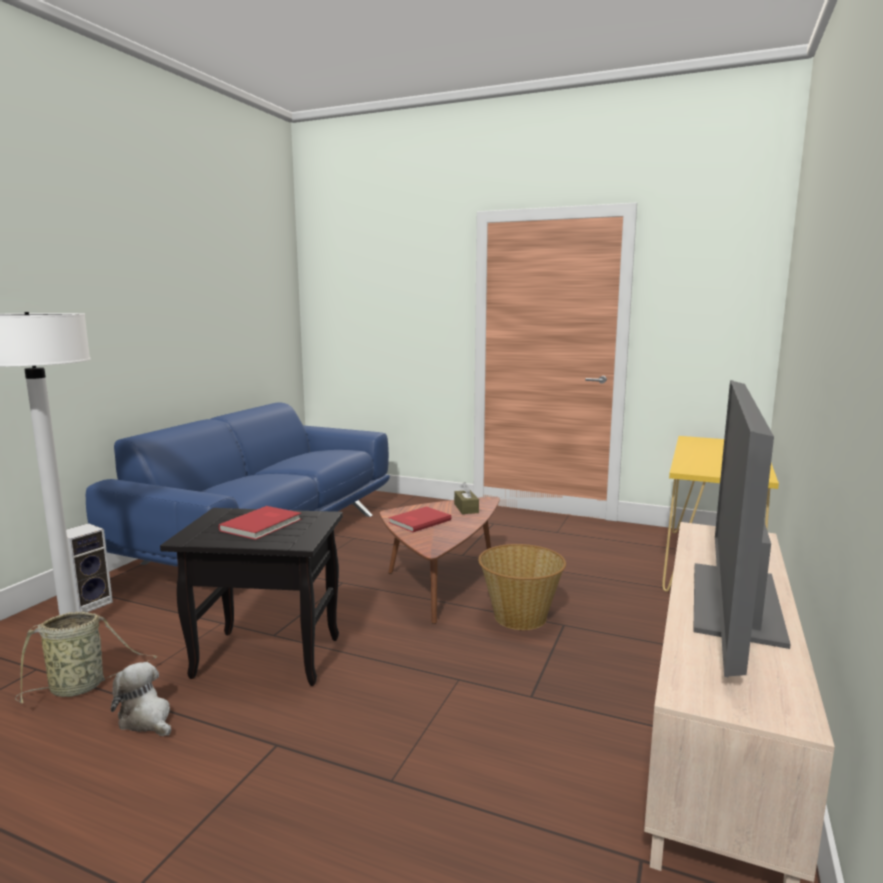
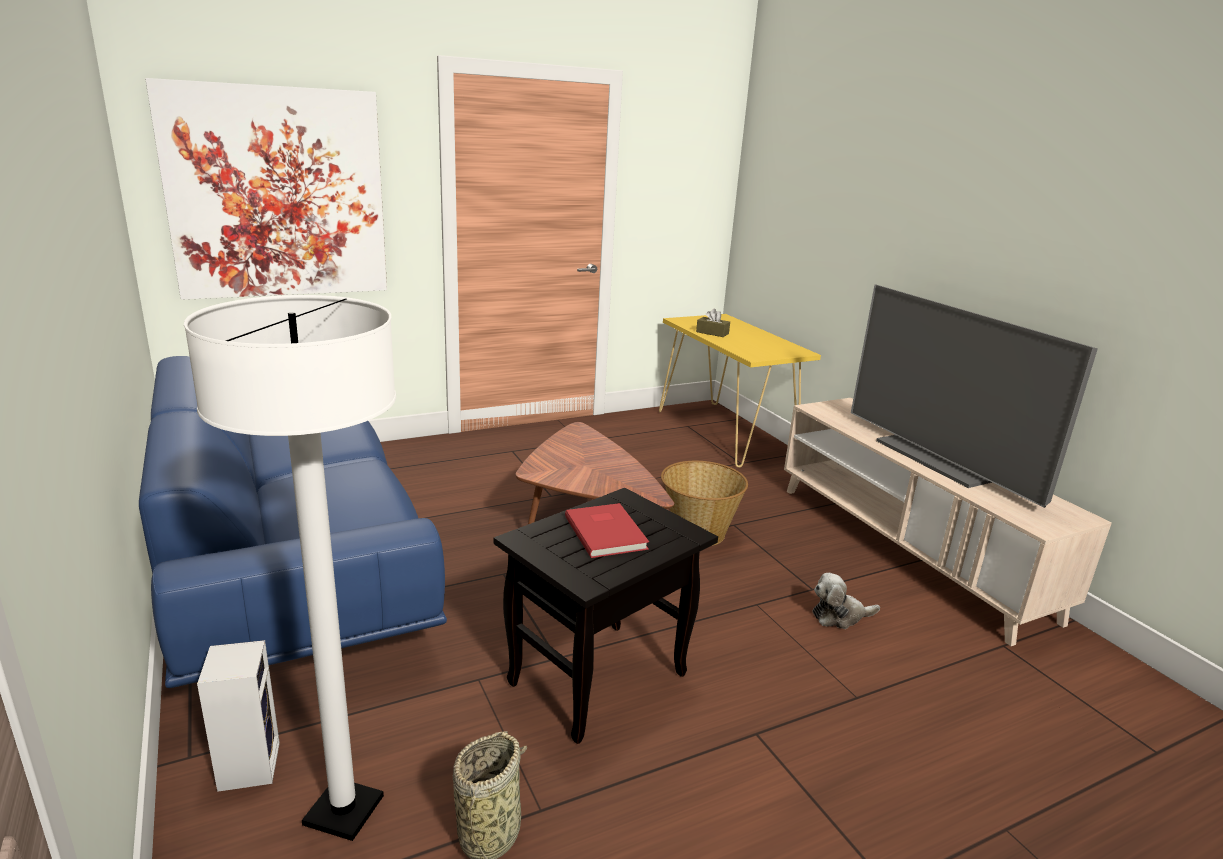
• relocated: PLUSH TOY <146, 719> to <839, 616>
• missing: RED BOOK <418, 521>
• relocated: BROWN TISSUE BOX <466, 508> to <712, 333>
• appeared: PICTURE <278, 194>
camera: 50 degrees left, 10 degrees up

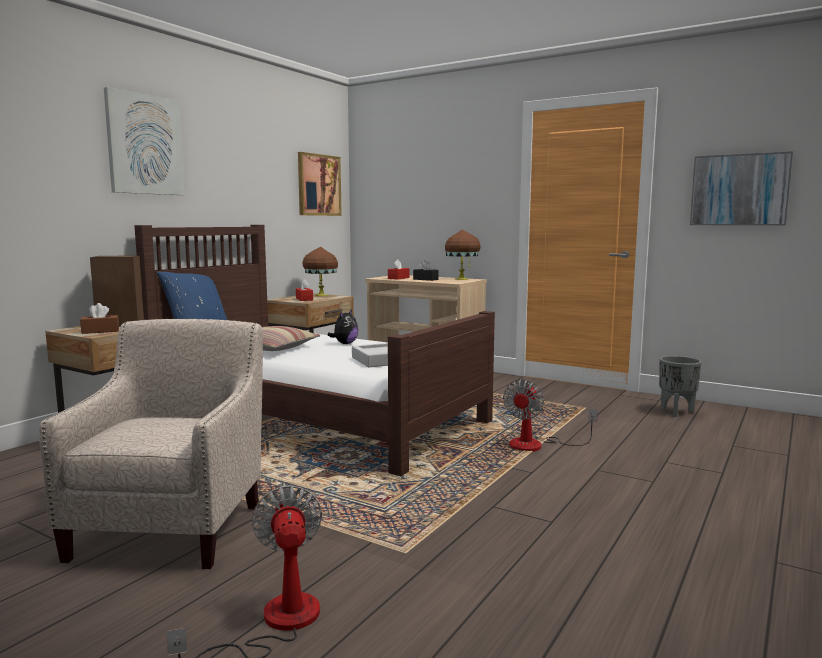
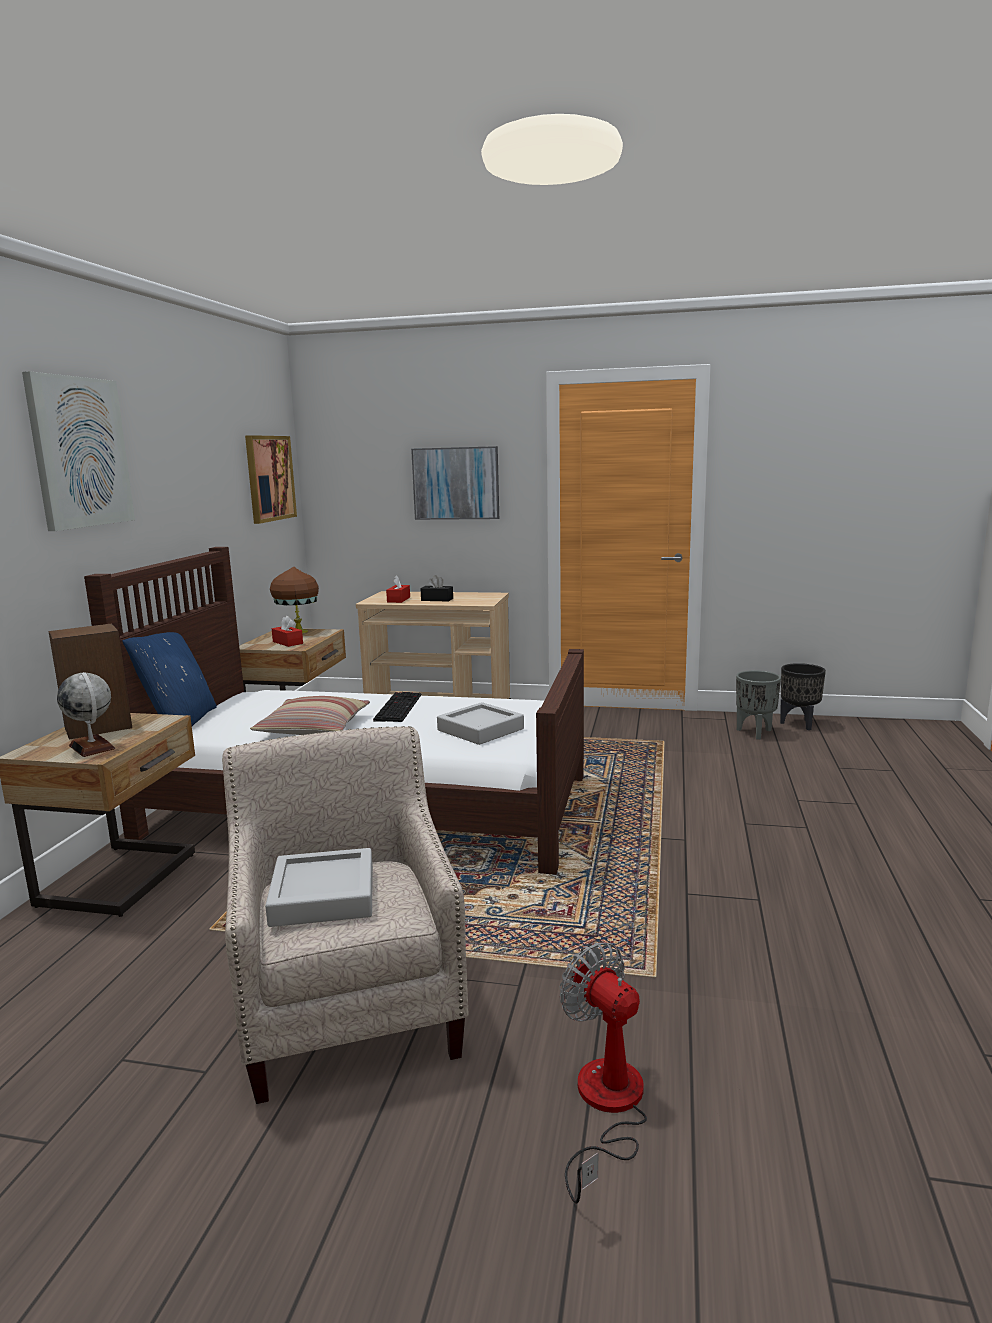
• exchanged: BROWN TISSUE BOX <100, 331> to GLOBE <92, 747>
• exchanged: PLUSH TOY <345, 343> to KEYBOARD <397, 707>
• missing: BROWN TABLE LAMP <462, 279>
• missing: FAN <537, 445>
• relocated: PICTURE <739, 190> to <456, 483>
• appeared: GREY TRAY <323, 896>
• appeared: BLACK PLANTER <799, 724>
camera: 20 degrees left, 5 degrees up

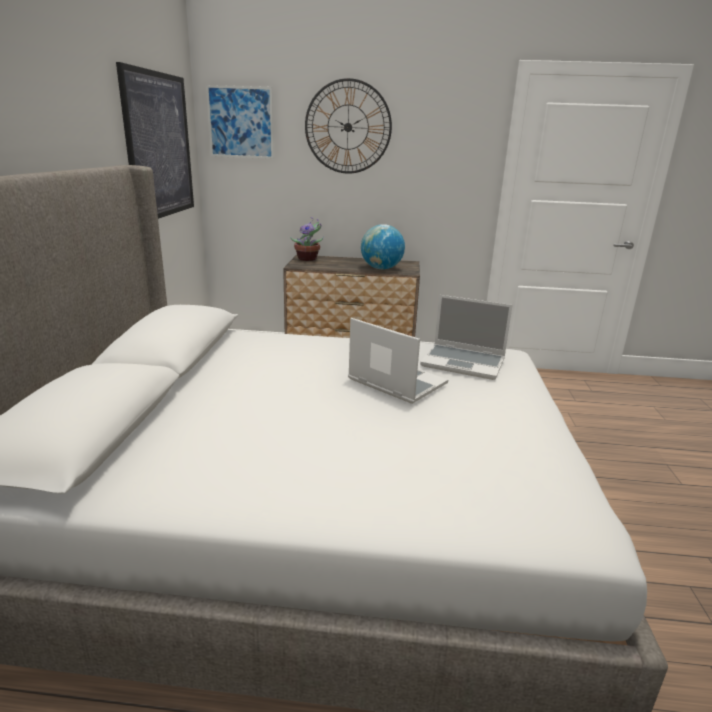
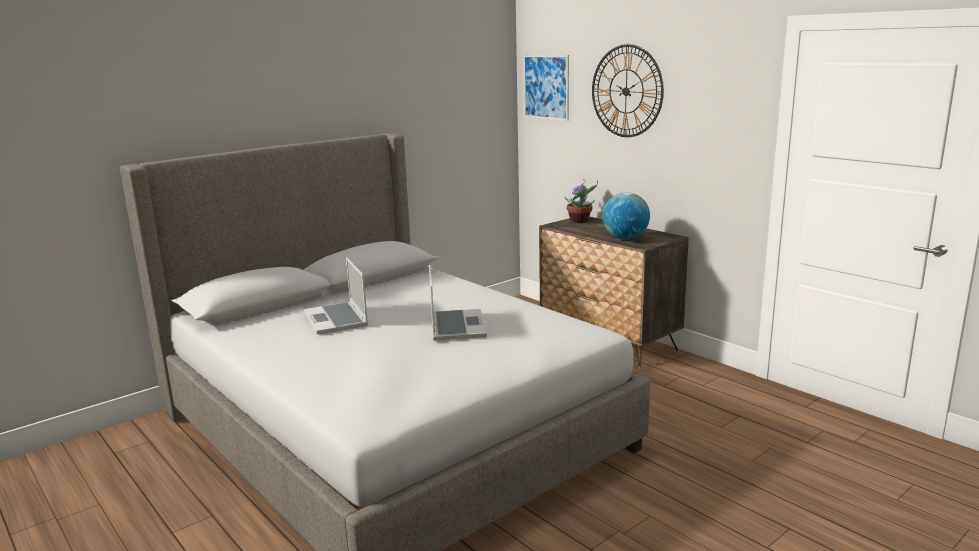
• missing: PICTURE <159, 146>
• relocated: LAPTOP <464, 363> to <337, 320>
camera: 45 degrees right, 5 degrees down

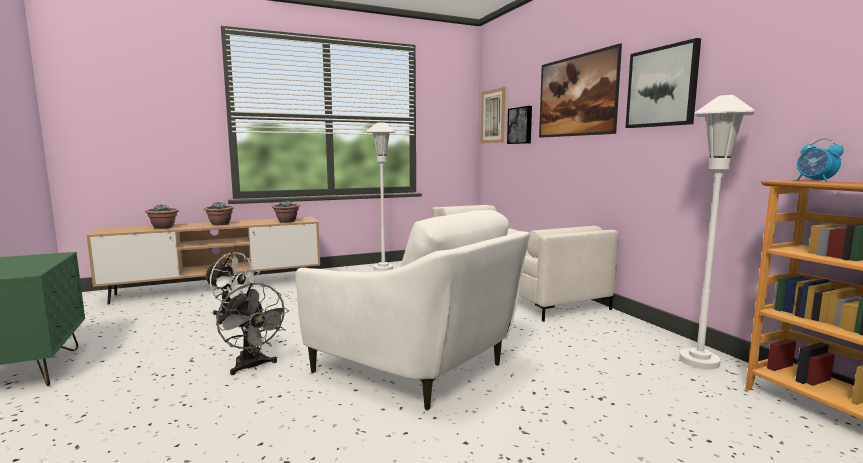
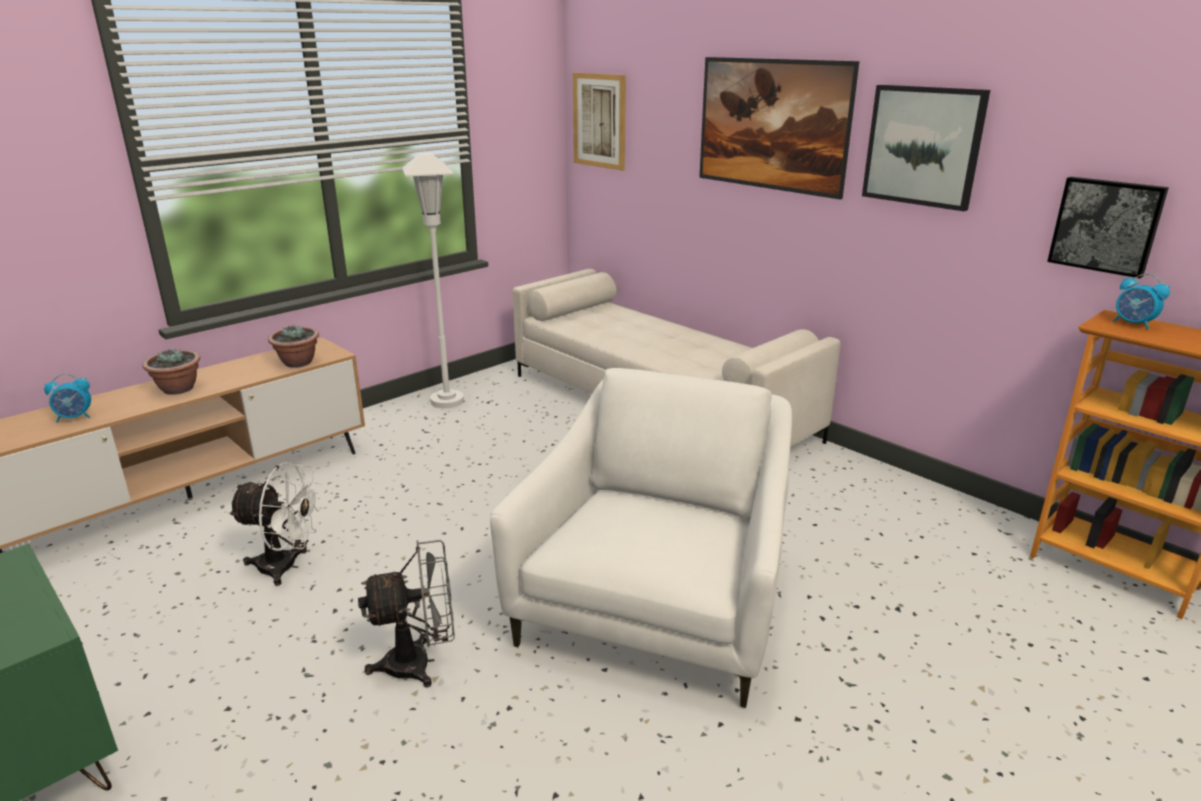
• exchanged: POTTED PLANT <164, 227> to ALARM CLOCK <75, 418>
• spun: GREY FAN <253, 366> = <420, 663> 45 degrees counterclockwise
• spun: WHITE ARMCHAIR <419, 367> = <657, 607> 90 degrees counterclockwise
• relocated: PICTURE <520, 125> to <1106, 225>
• missing: WHITE FLOOR LAMP <699, 361>
camera: 20 degrees left, 15 degrees up

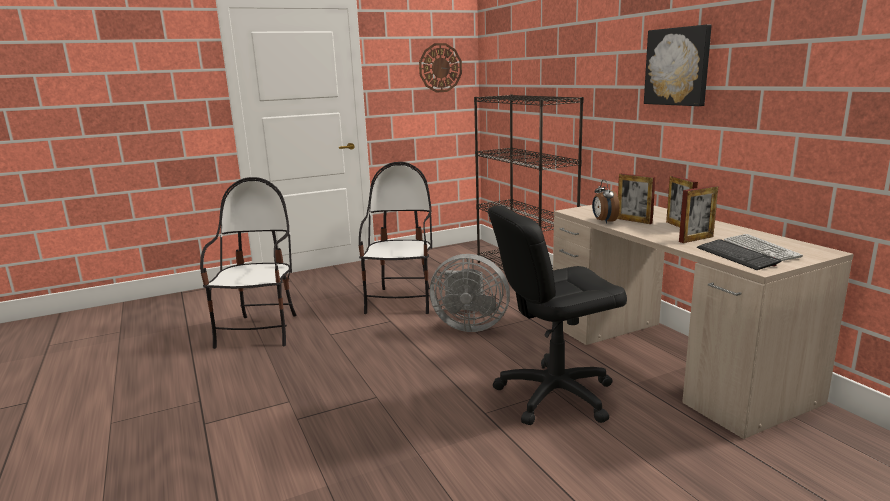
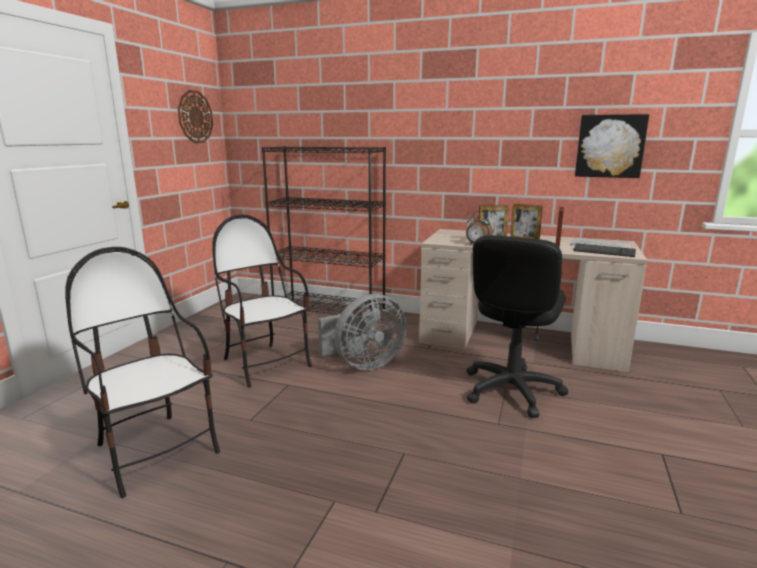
• relocated: PICTURE <678, 66> to <610, 146>
camera: 45 degrees left, 0 degrees up

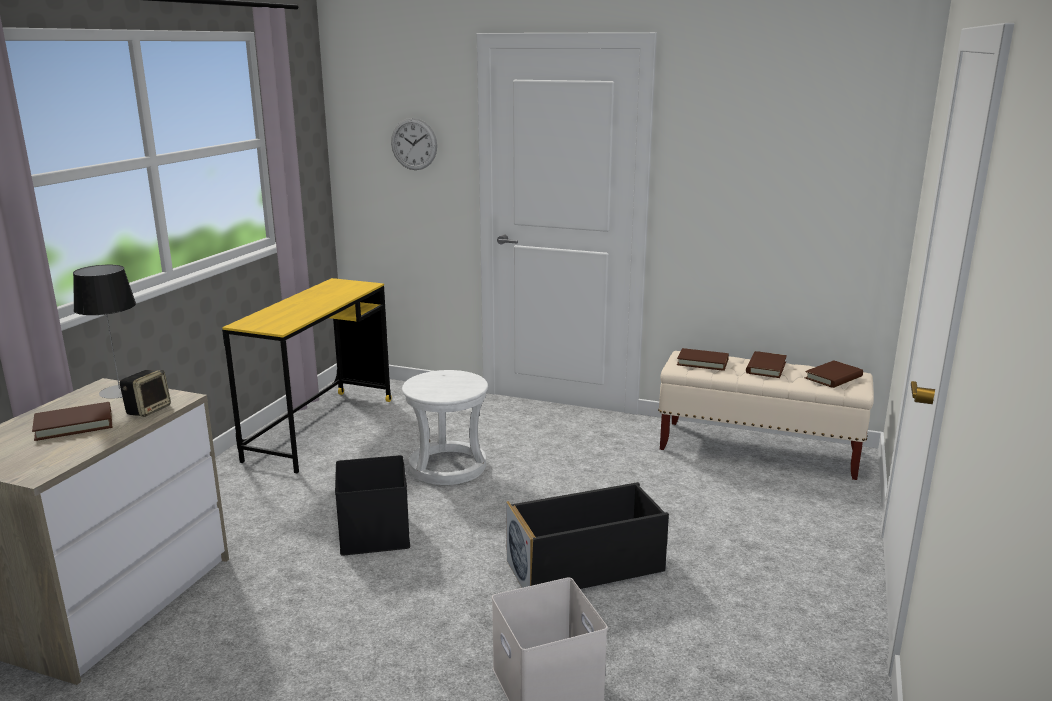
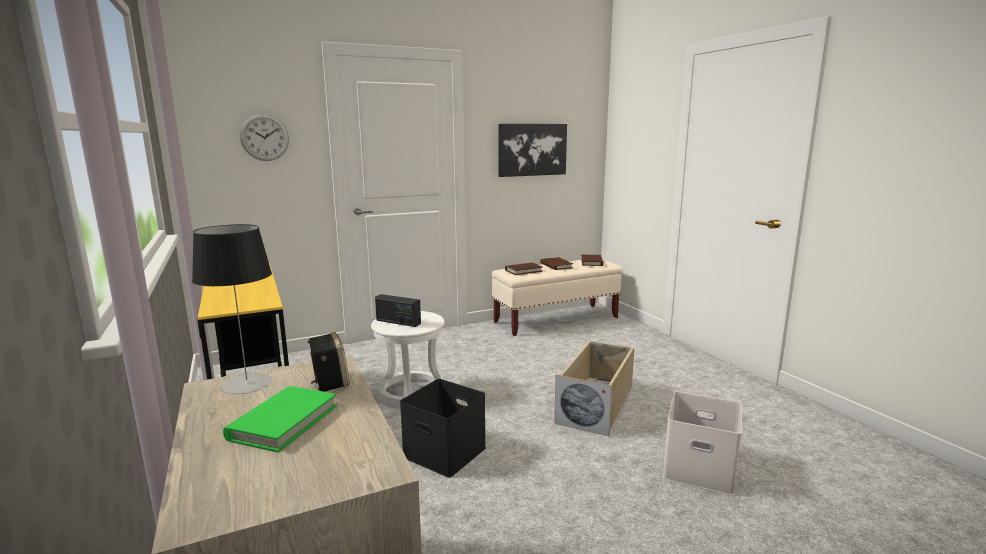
• colour: BROWN BOOK <74, 425> to GREEN BOOK <284, 422>
• colour: BLACK STORAGE BOX <586, 566> to BEIGE STORAGE BOX <596, 404>
• appeared: RADIO <398, 322>
• appeared: PICTURE <532, 149>
camera: 45 degrees left, 5 degrees down

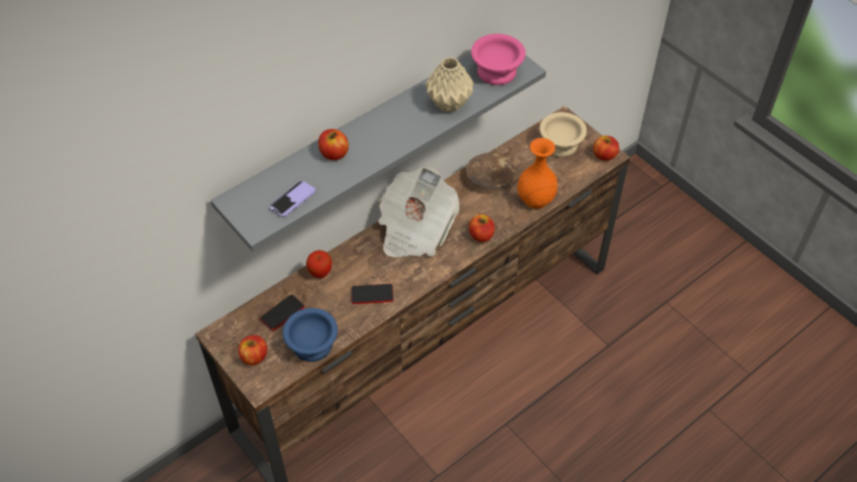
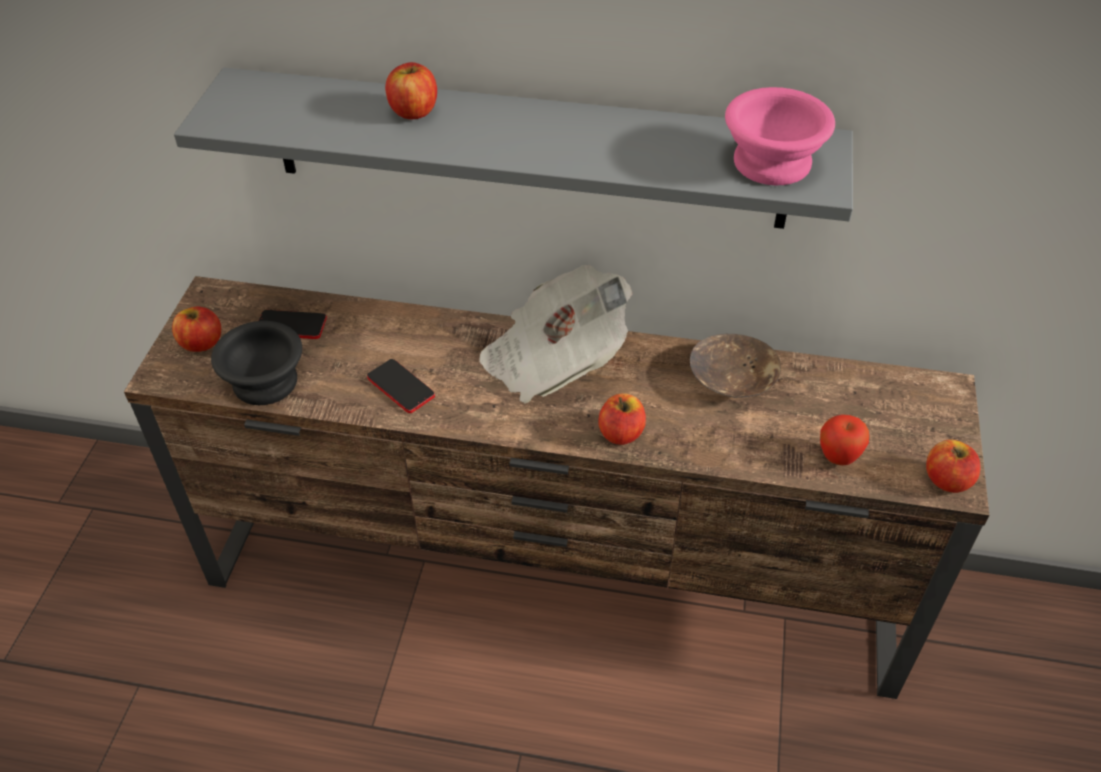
• missing: PHONE <292, 200>
• colour: BLUE BOWL <311, 346> to BLACK BOWL <262, 382>
• relocated: APPLE <320, 273> to <838, 457>
• missing: BEIGE VASE <448, 103>
• missing: ORANGE VASE <535, 200>
• missing: BEIGE BOWL <560, 146>
camera: 50 degrees right, 5 degrees down

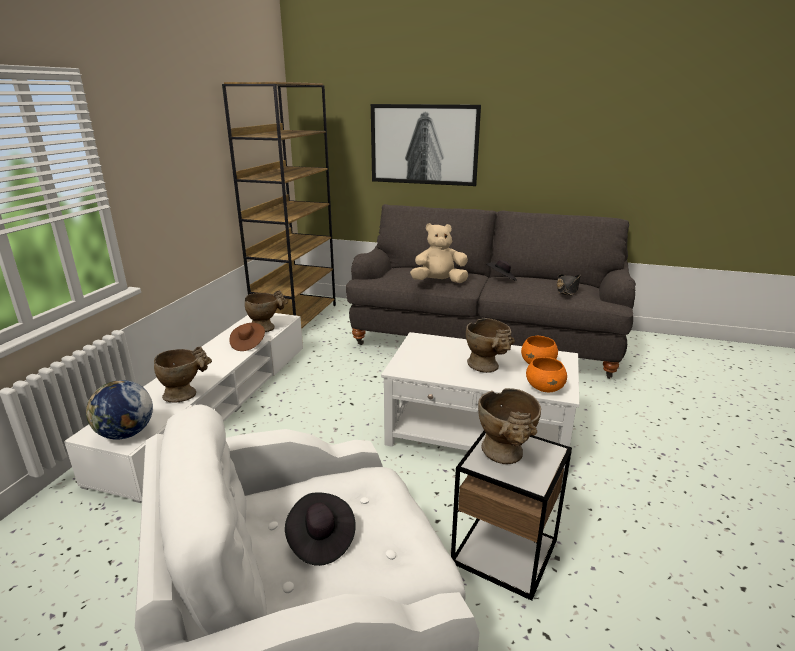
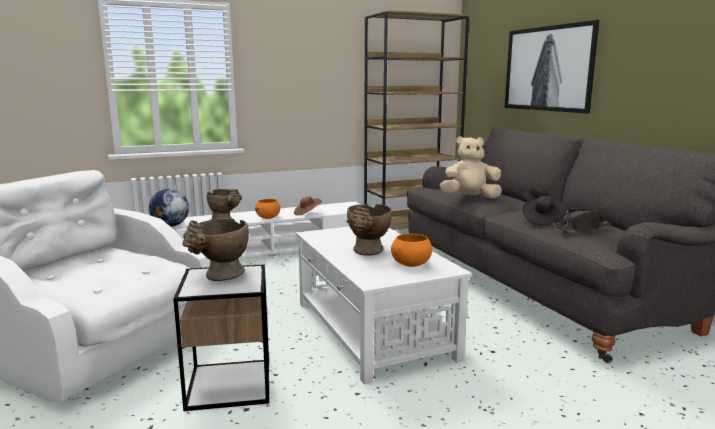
• missing: BEIGE VASE <267, 328>
• relocated: BLACK HAT <320, 540> to <543, 220>
• spun: BEIGE PLUSH TOY <439, 282> = <470, 198> 45 degrees counterclockwise
• relocated: ORANGE BOWL <545, 388> to <268, 218>
camera: 50 degrees right, 10 degrees down

